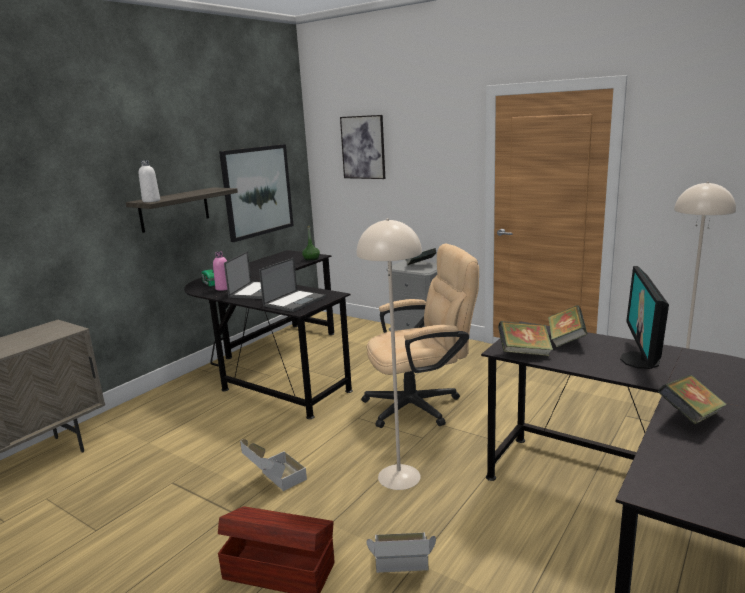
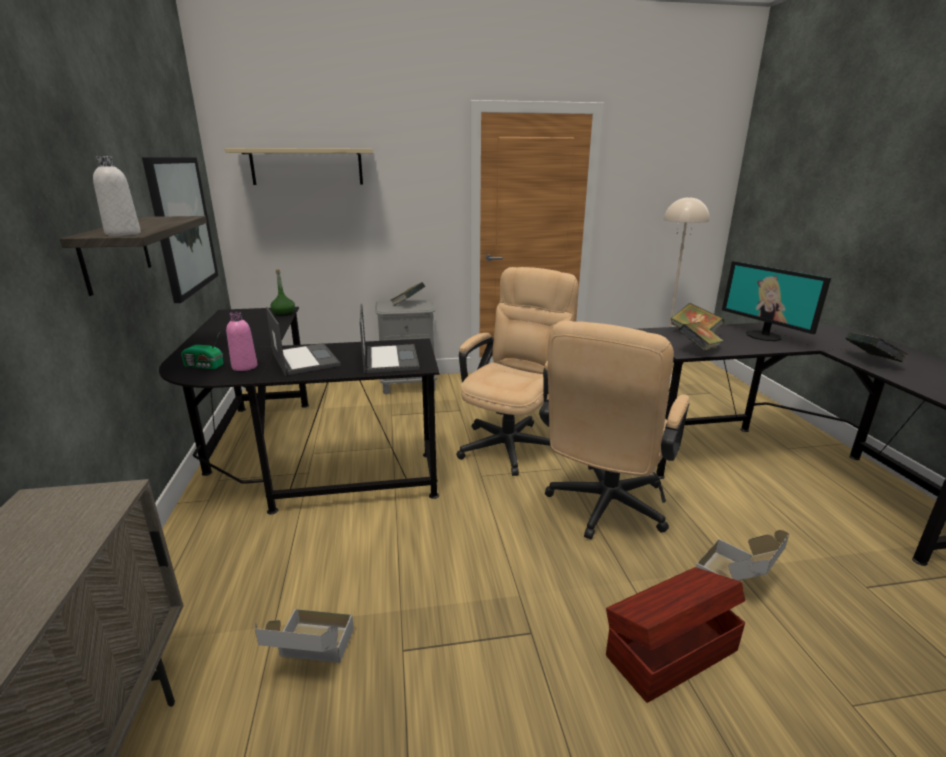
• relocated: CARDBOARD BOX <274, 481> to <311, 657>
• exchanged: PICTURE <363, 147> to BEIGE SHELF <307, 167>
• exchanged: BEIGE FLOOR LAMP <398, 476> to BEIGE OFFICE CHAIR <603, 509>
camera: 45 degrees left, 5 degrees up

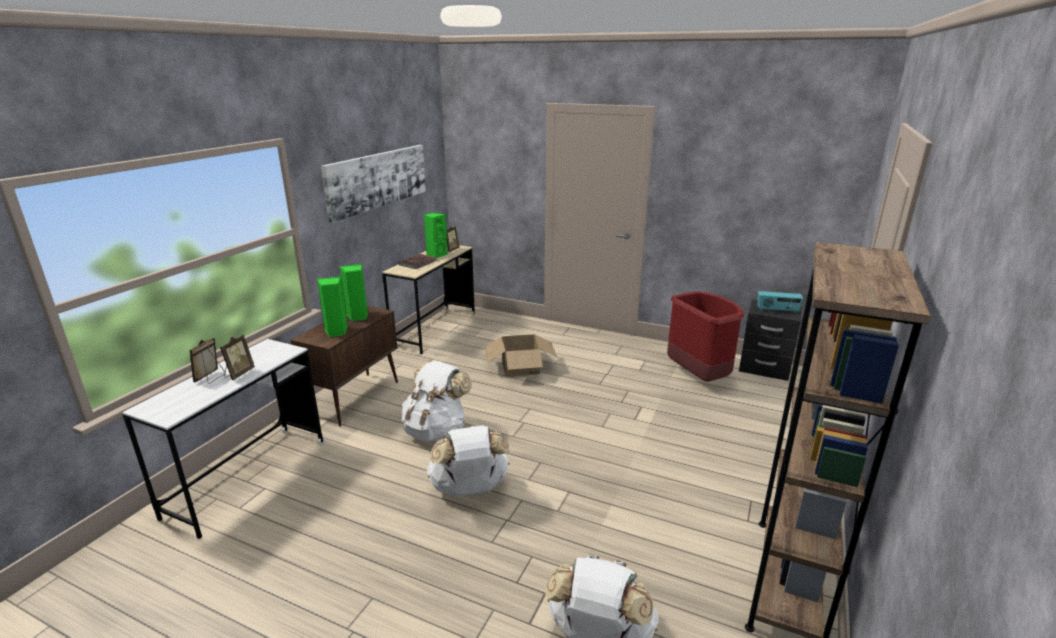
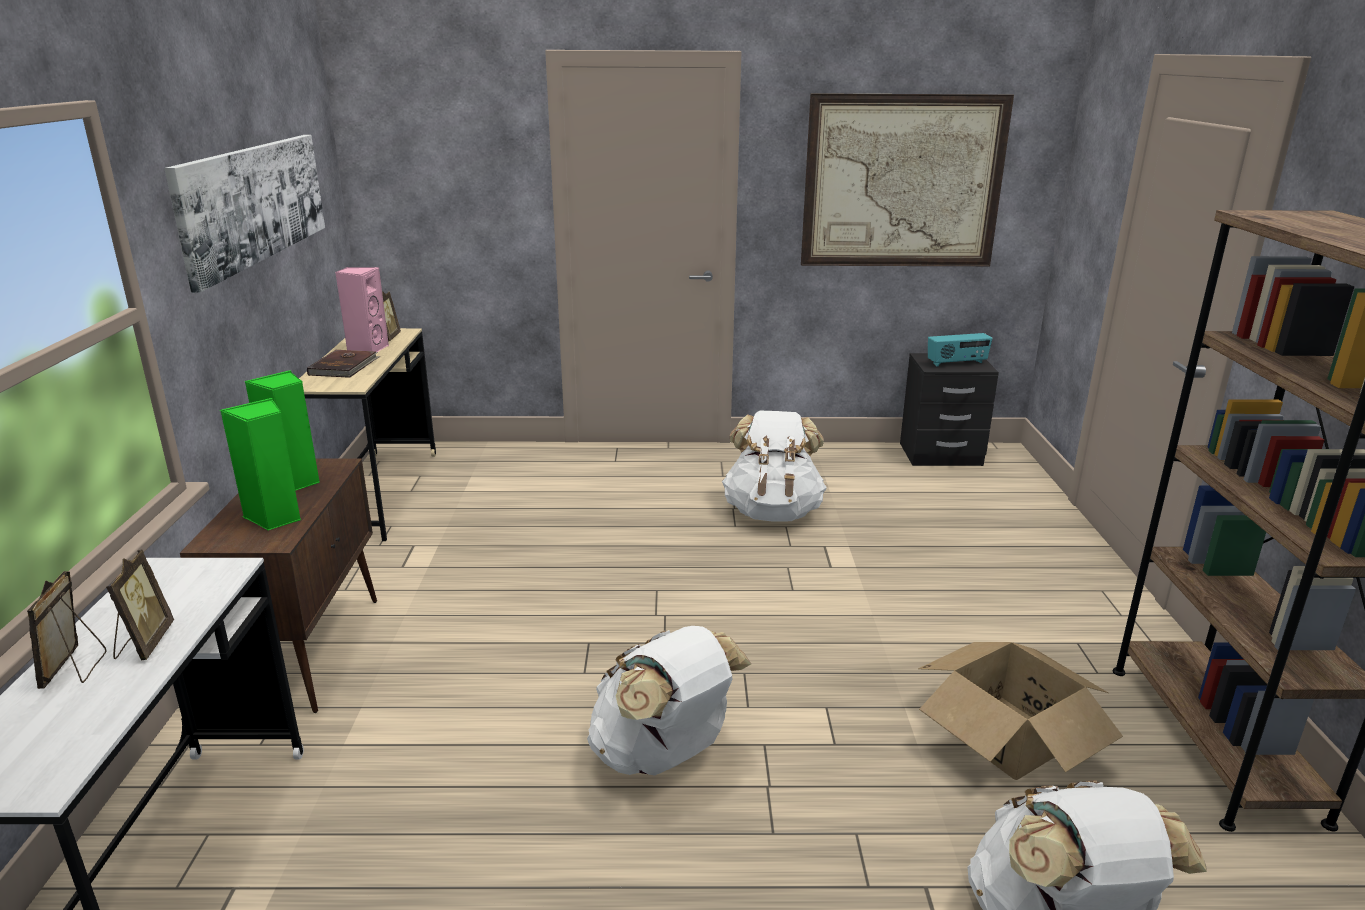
• relocated: WHITE BACKPACK <436, 430> to <772, 512>
• colour: GREEN SPEAKER <436, 255> to PINK SPEAKER <367, 349>
• relocated: CARDBOARD BOX <520, 367> to <1007, 736>
• missing: RED TRASH CAN <698, 376>
• appeared: PICTURE <902, 182>
camera: 25 degrees left, 0 degrees up

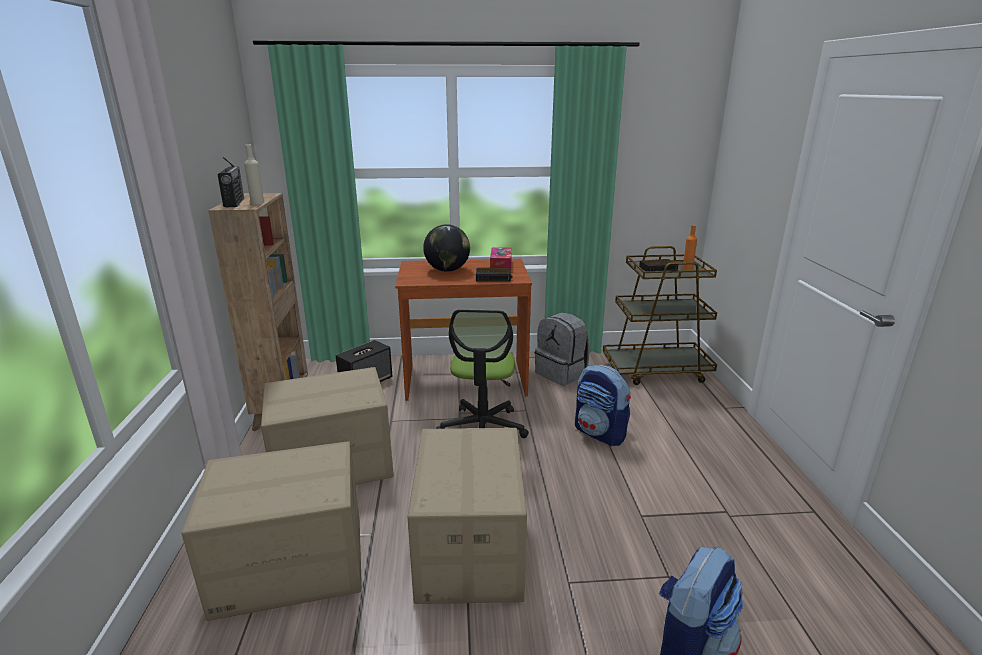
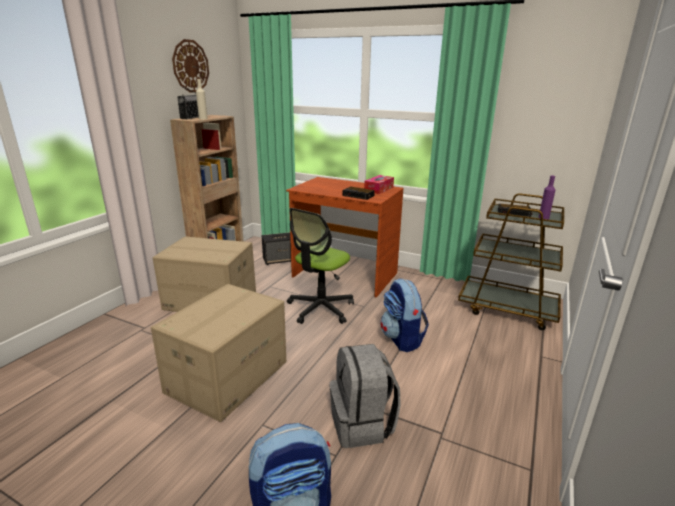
• missing: CARDBOARD BOX <290, 566>
• missing: GLOBE <447, 270>
• relocated: GREY BACKPACK <562, 373> to <362, 424>
• colour: ORANGE BOTTLE <687, 268> to PURPLE BOTTLE <543, 218>
• appeared: WALL CLOCK <190, 66>
camera: 30 degrees right, 0 degrees up

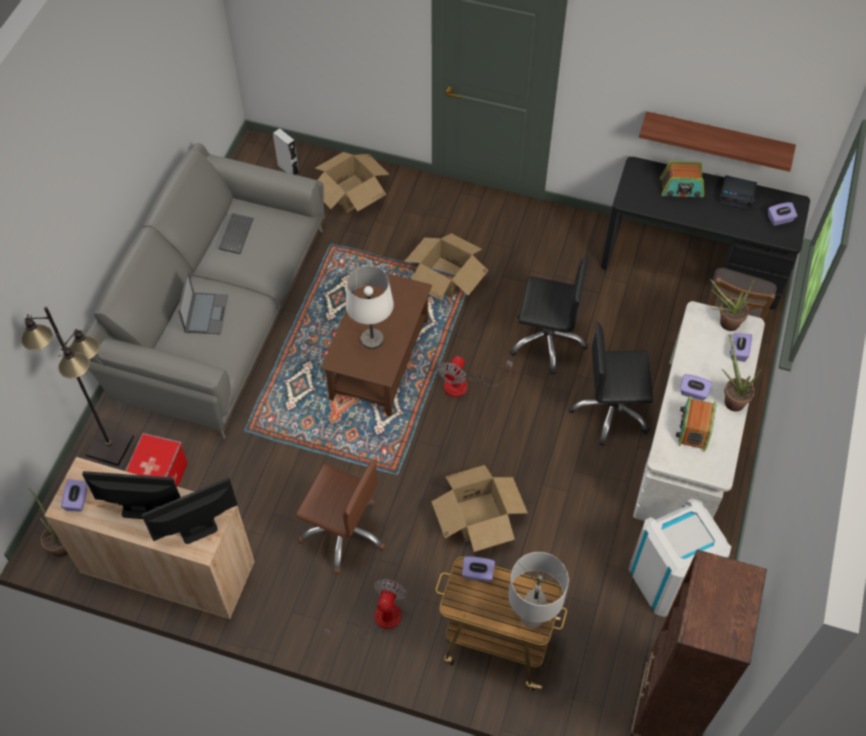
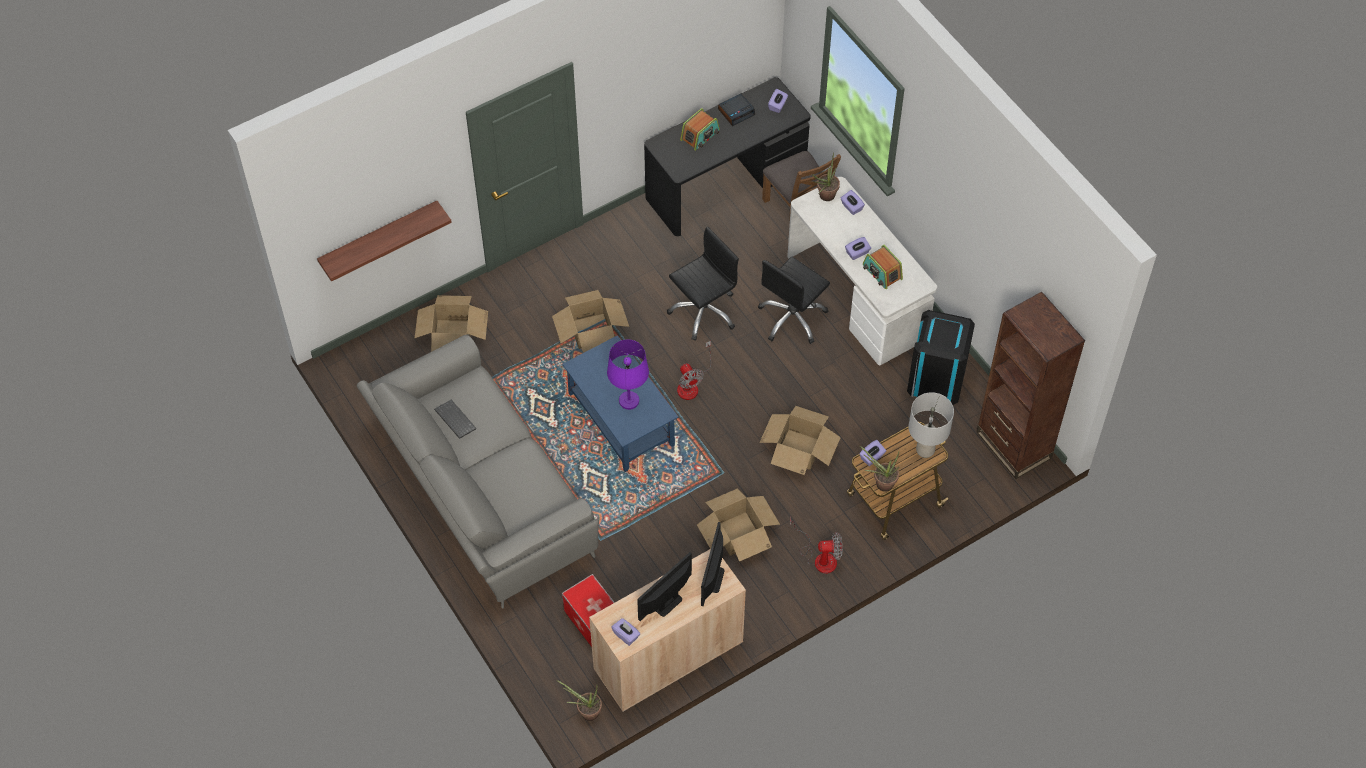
• missing: BLACK FLOOR LAMP <110, 445>
• missing: LAPTOP <206, 313>
• missing: GREY SPEAKER <288, 169>
• exchanged: BROWN OFFICE CHAIR <343, 532> to CARDBOARD BOX <738, 534>
• colour: BROWN COFFEE TABLE <379, 358> to BLUE COFFEE TABLE <620, 419>
• spun: FAN <377, 619> = <819, 557> 120 degrees clockwise
• colour: WHITE TABLE LAMP <371, 339> to PURPLE TABLE LAMP <629, 401>
• colour: WHITE TRASH CAN <669, 579> to BLACK TRASH CAN <936, 379>
• relocated: SHELF <717, 139> to <379, 237>
• relocated: POTTED PLANT <731, 399> to <880, 483>
camera: 50 degrees left, 0 degrees up

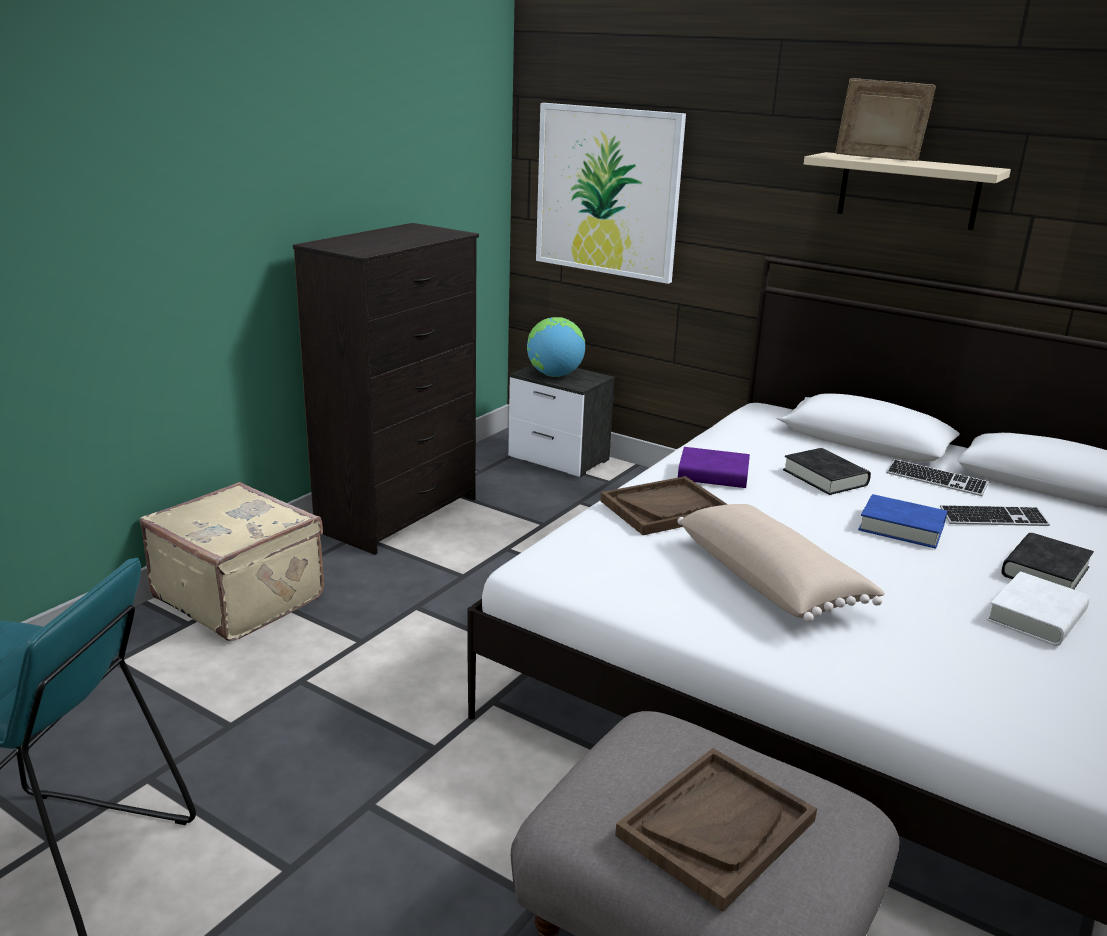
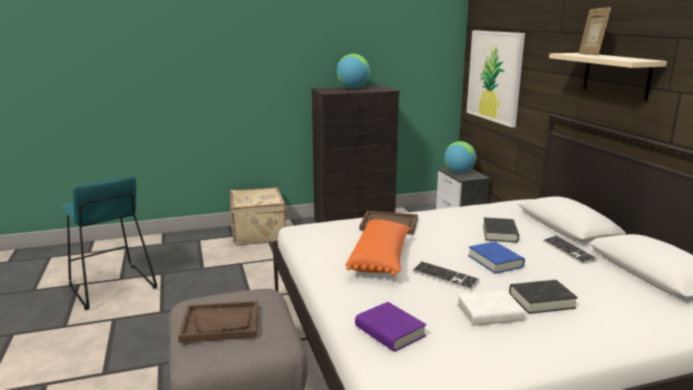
• relocated: PURPLE BOOK <713, 475> to <390, 331>
• colour: BEIGE PILLOW <771, 580> to ORANGE PILLOW <381, 259>
• spun: PICTURE FRAME <877, 159> = <590, 55> 135 degrees counterclockwise
• relocated: KEYBOARD <993, 518> to <445, 277>
• appeared: GLOBE <353, 88>
camera: 40 degrees right, 5 degrees down

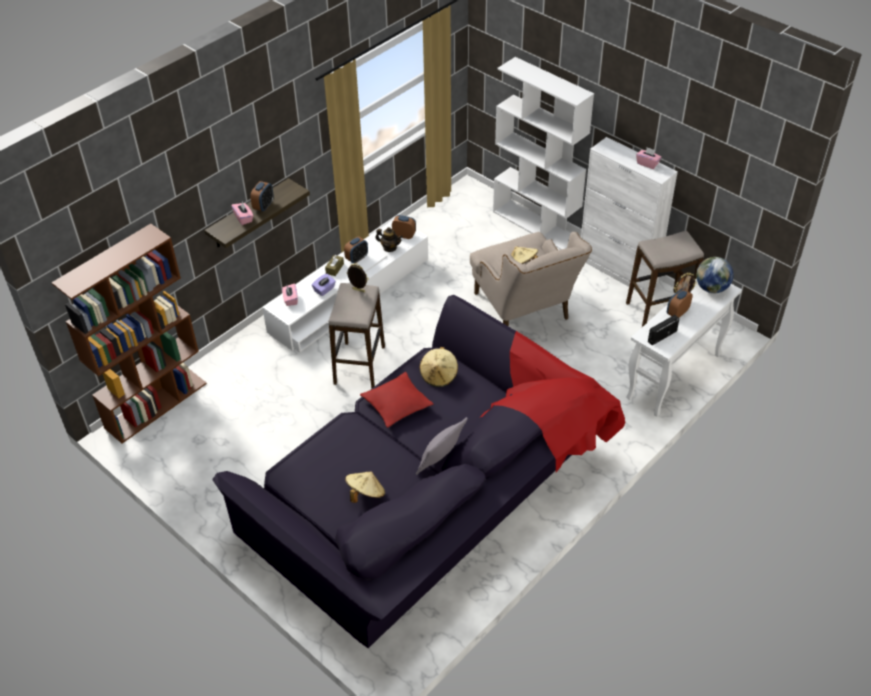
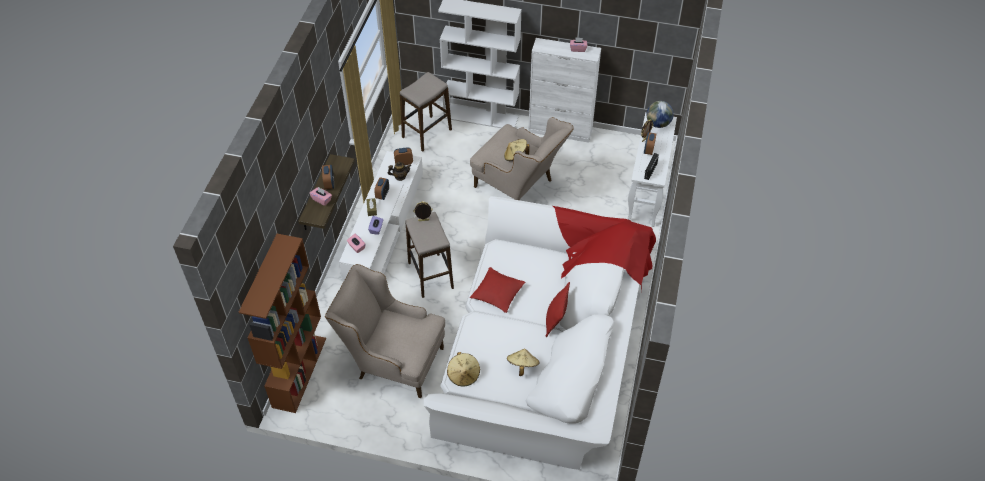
• colour: BLACK SOFA <427, 494> to WHITE SOFA <543, 347>
• colour: GREY PILLOW <440, 462> to RED PILLOW <555, 320>
• relocated: BEIGE HAT <439, 375> to <463, 375>
• relocated: STOOL <659, 309> to <426, 133>
• appeared: BEIGE ARMCHAIR <392, 360>
camera: 30 degrees left, 5 degrees up

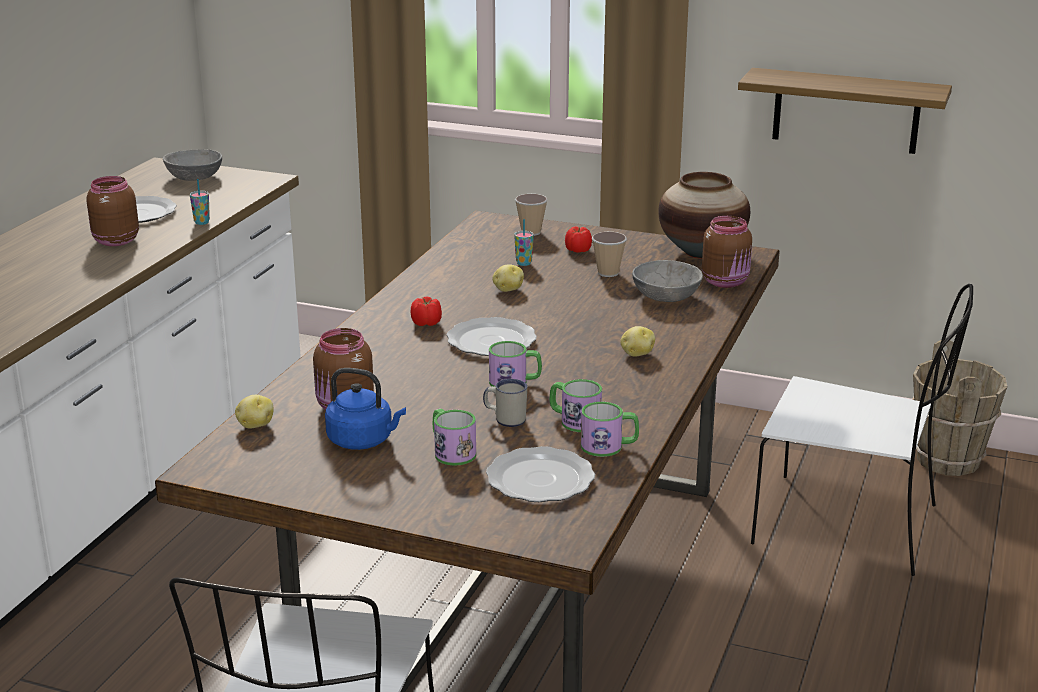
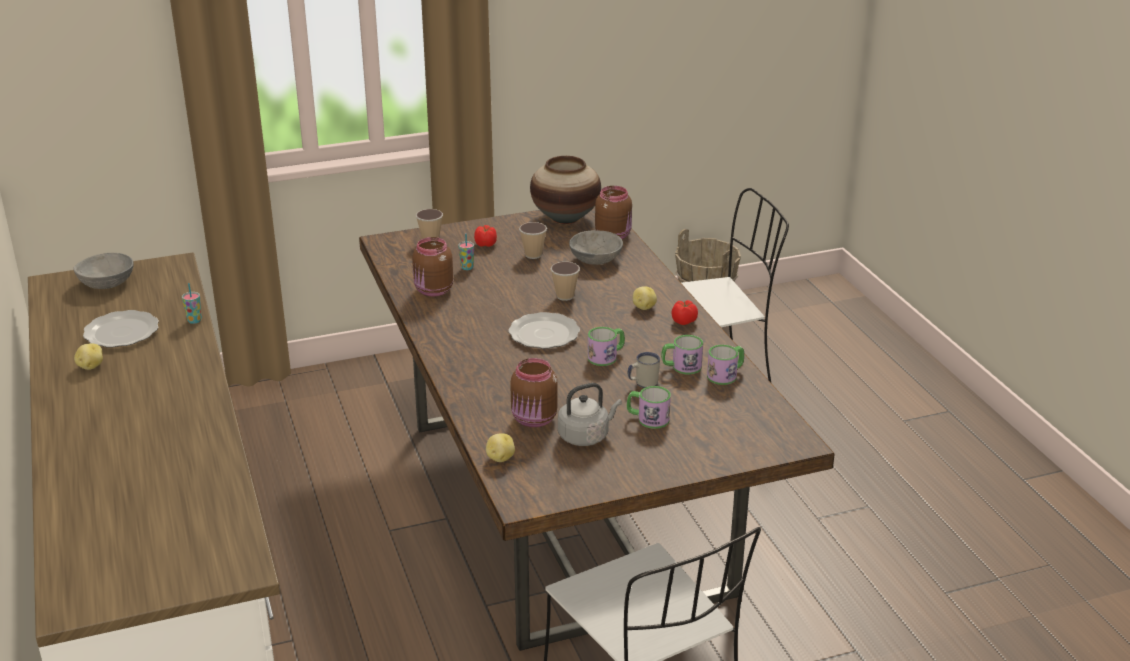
• relocated: BROWN JAR <114, 241> to <433, 291>
• colour: BLUE KETTLE <363, 441> to GREY KETTLE <586, 436>
• relocated: TOMATO <427, 324> to <684, 321>
• missing: PLATE <538, 479>
• relocated: POTATO <508, 290> to <90, 366>
• missing: SHELF <846, 111>
• appeared: CUP <565, 296>
camera: 40 degrees left, 5 degrees up

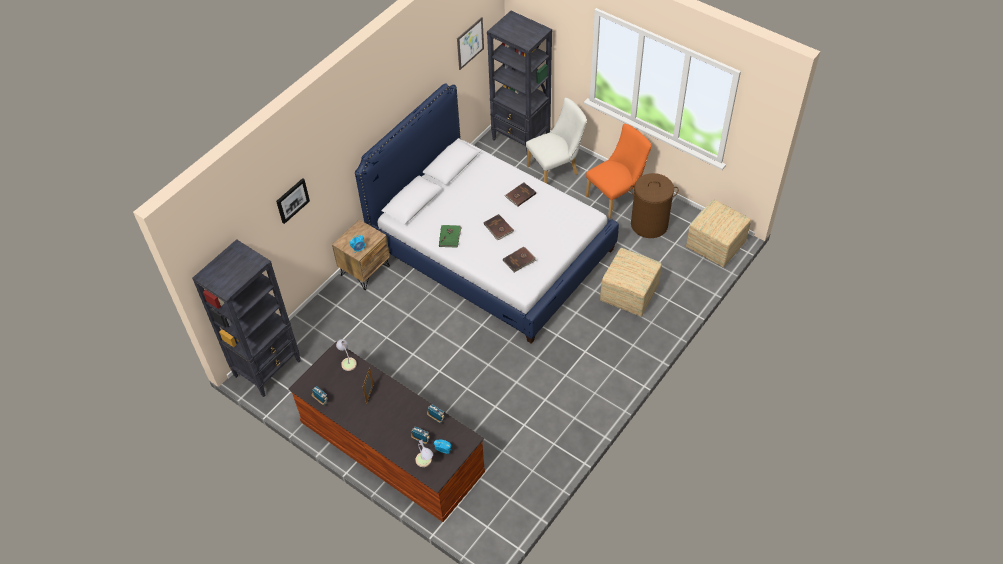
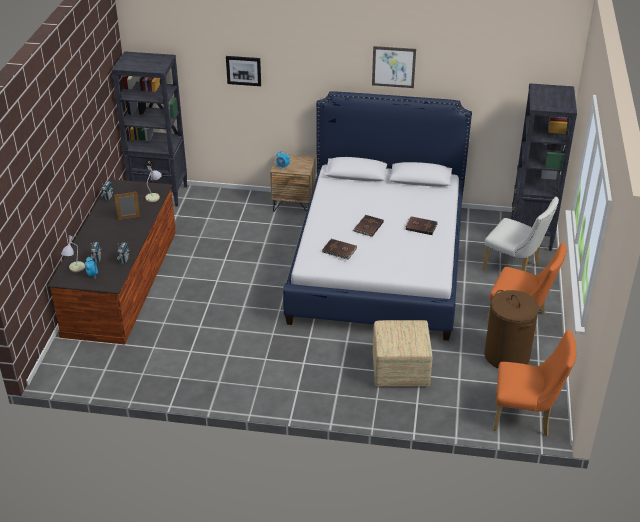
• missing: GREEN BOOK <450, 237>
• relocated: PICTURE <470, 43> to <393, 67>
• exchanged: OTTOMAN <716, 245> to ORANGE CHAIR <526, 417>
camera: 60 degrees right, 15 degrees down

